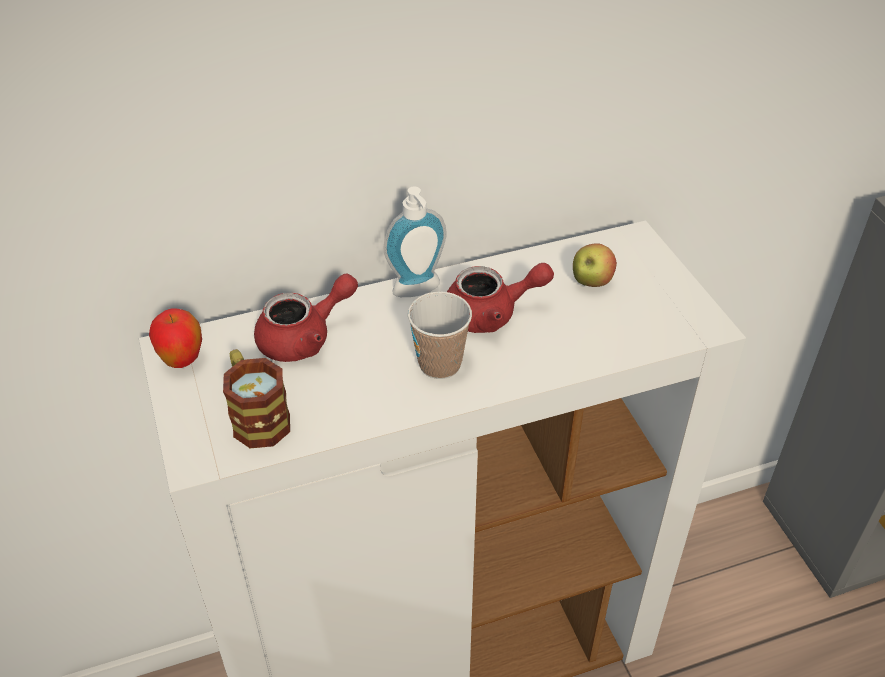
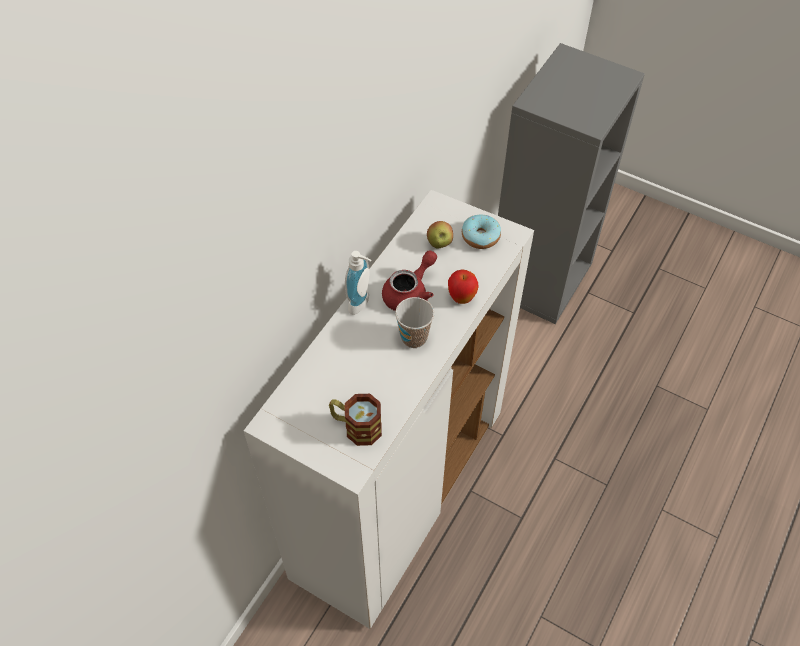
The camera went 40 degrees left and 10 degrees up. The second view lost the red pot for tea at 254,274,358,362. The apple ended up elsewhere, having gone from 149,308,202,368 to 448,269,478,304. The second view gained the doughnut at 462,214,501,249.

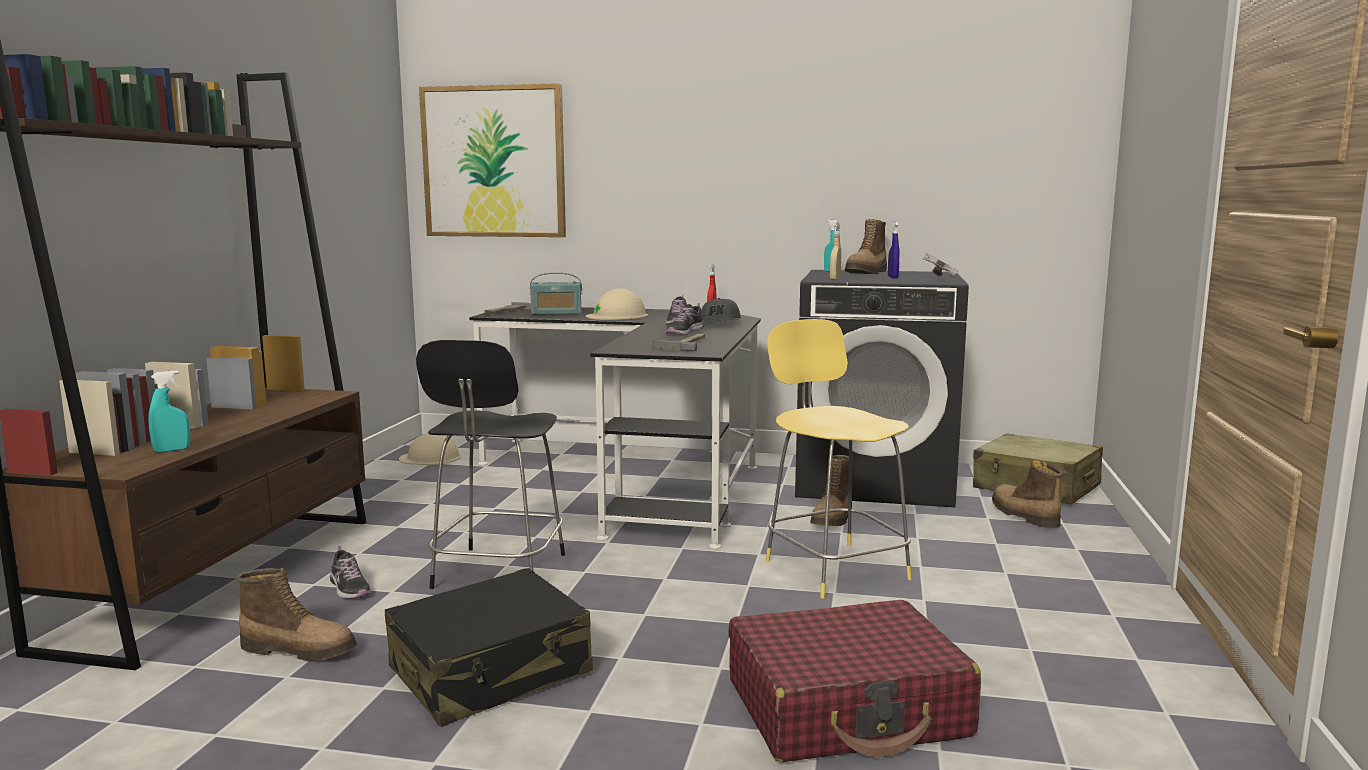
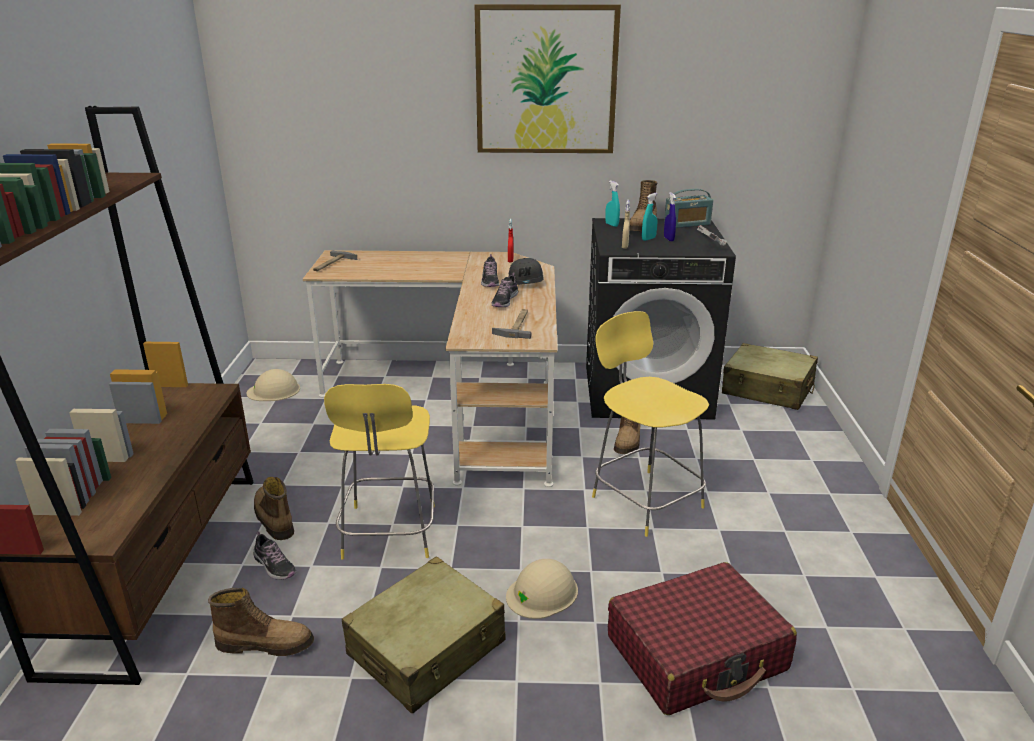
The camera went 10 degrees left and 15 degrees up. The picture ended up elsewhere, having gone from 419,83,566,237 to 475,4,621,153. The radio set ended up elsewhere, having gone from 530,273,582,315 to 664,189,713,228. The beige-coloured hard hat ended up elsewhere, having gone from 586,288,648,320 to 506,559,578,619. What was the black-coloured desk unit at 469,306,761,549 turned into the beige-coloured desk unit at 303,250,558,487. What was the black-coloured stool at 416,340,565,589 turned into the yellowish stool at 324,384,435,560. The turquoise-coloured spray bottle ended up elsewhere, having gone from 148,370,190,453 to 642,193,658,241. The tall boot ended up elsewhere, having gone from 992,460,1063,528 to 254,477,294,540. What was the black-coloured suitcase at 384,568,593,727 turned into the beige-coloured suitcase at 342,557,505,714.

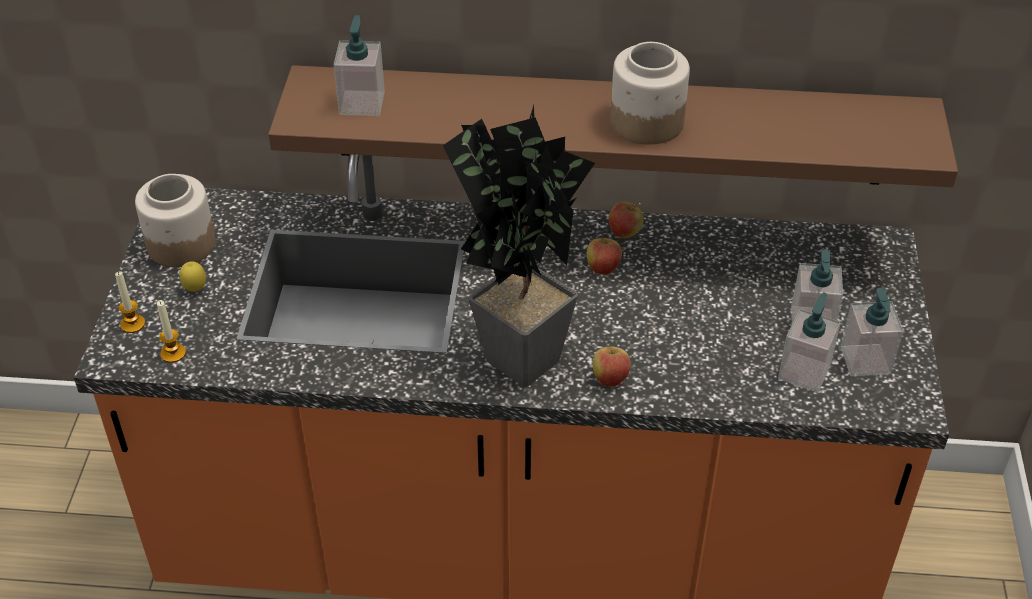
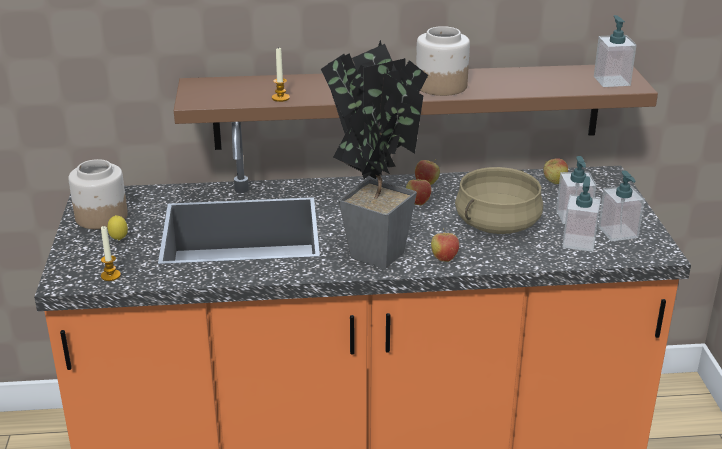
The camera went 10 degrees left and 15 degrees down. The soap bottle ended up elsewhere, having gone from 333,15,385,116 to 594,15,637,87. The wax candle ended up elsewhere, having gone from 115,271,145,333 to 272,46,290,102. The second view gained the apple at 543,158,568,184. The second view gained the beige-coloured stockpot at 455,167,543,234.

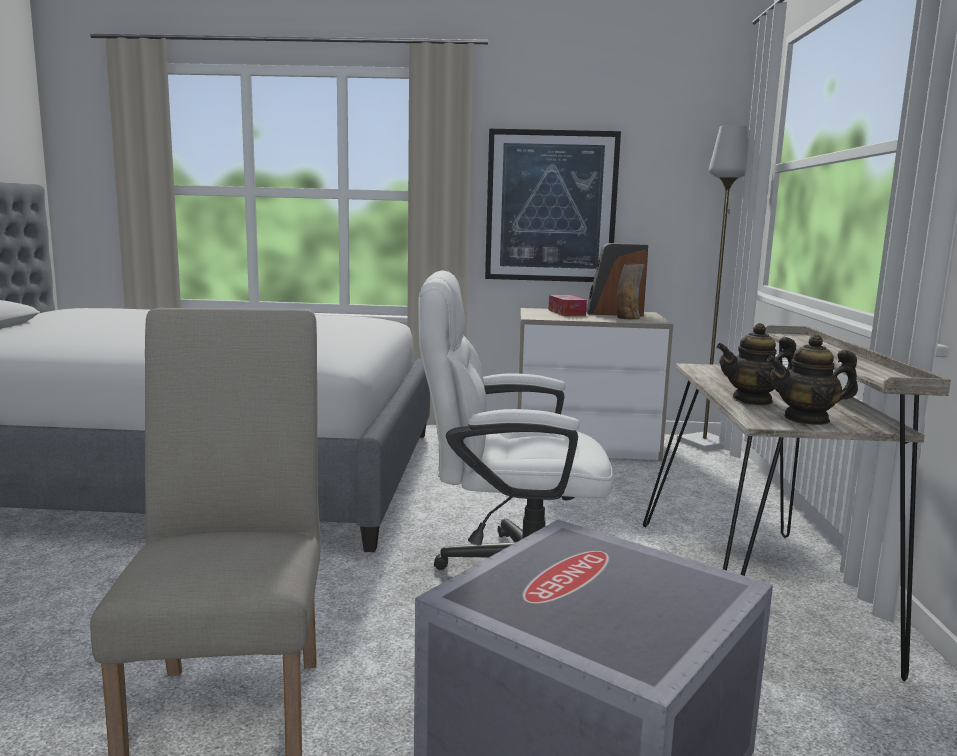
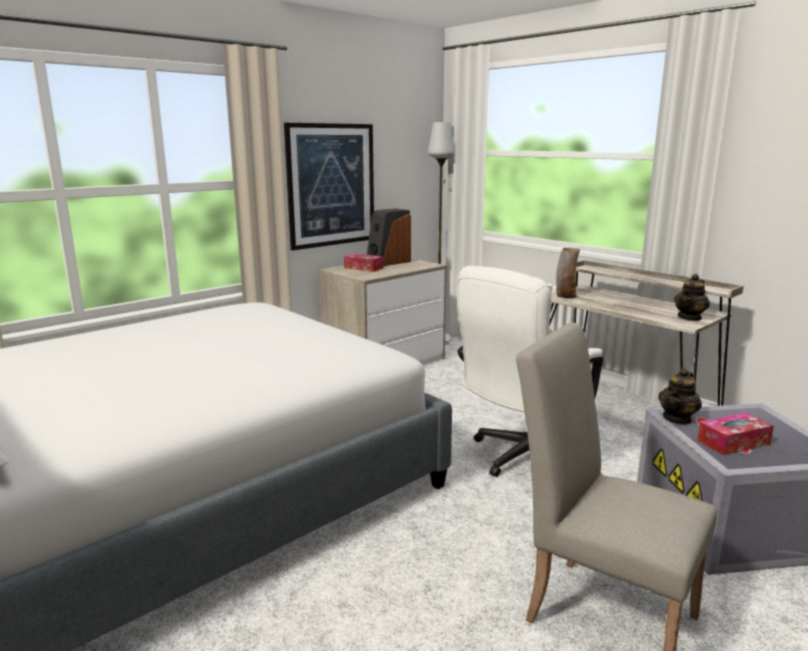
The camera went 45 degrees left and 5 degrees up. The decorative vase ended up elsewhere, having gone from 616,264,645,319 to 556,248,580,298. The pot for tea ended up elsewhere, having gone from 716,323,796,405 to 658,368,702,425. The second view gained the tissue box at 697,412,774,455.

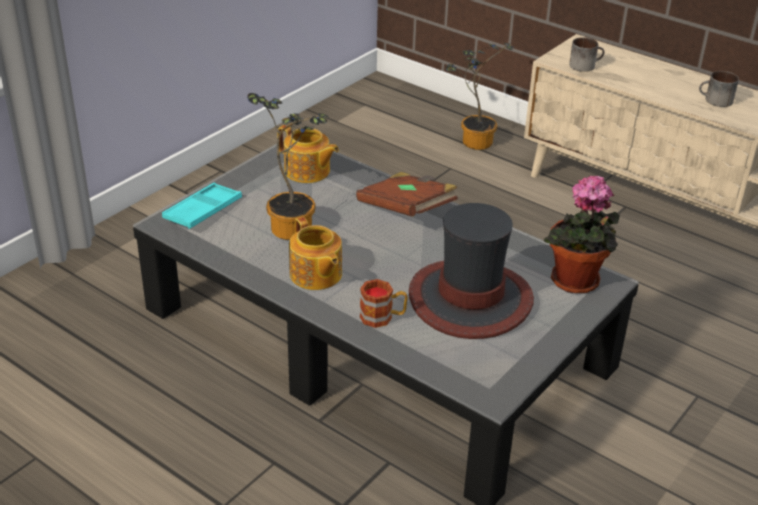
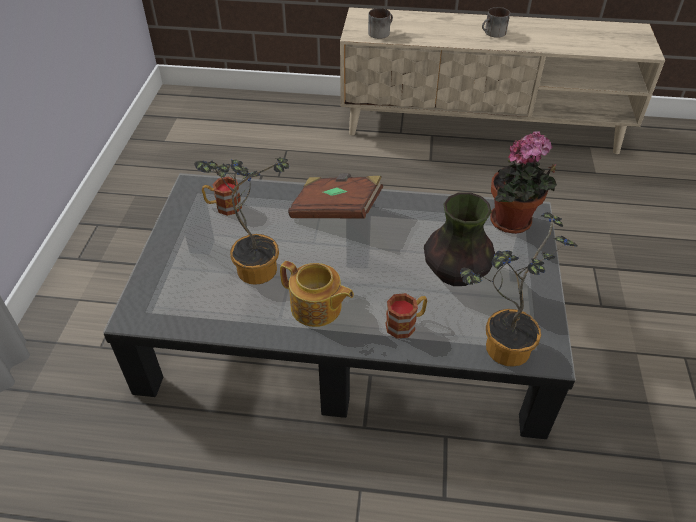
The camera went 30 degrees left and 10 degrees up. The plant in a pot ended up elsewhere, having gone from 446,43,514,150 to 460,212,578,367. Where the pot for tea stood at 277,125,339,183, the coffee mug came to stand at 202,177,242,216. The second view lost the turquoise-coloured serving tray at 162,183,242,229. Where the wearable hat stood at 409,203,534,339, the decorative vase came to stand at 424,192,495,286.

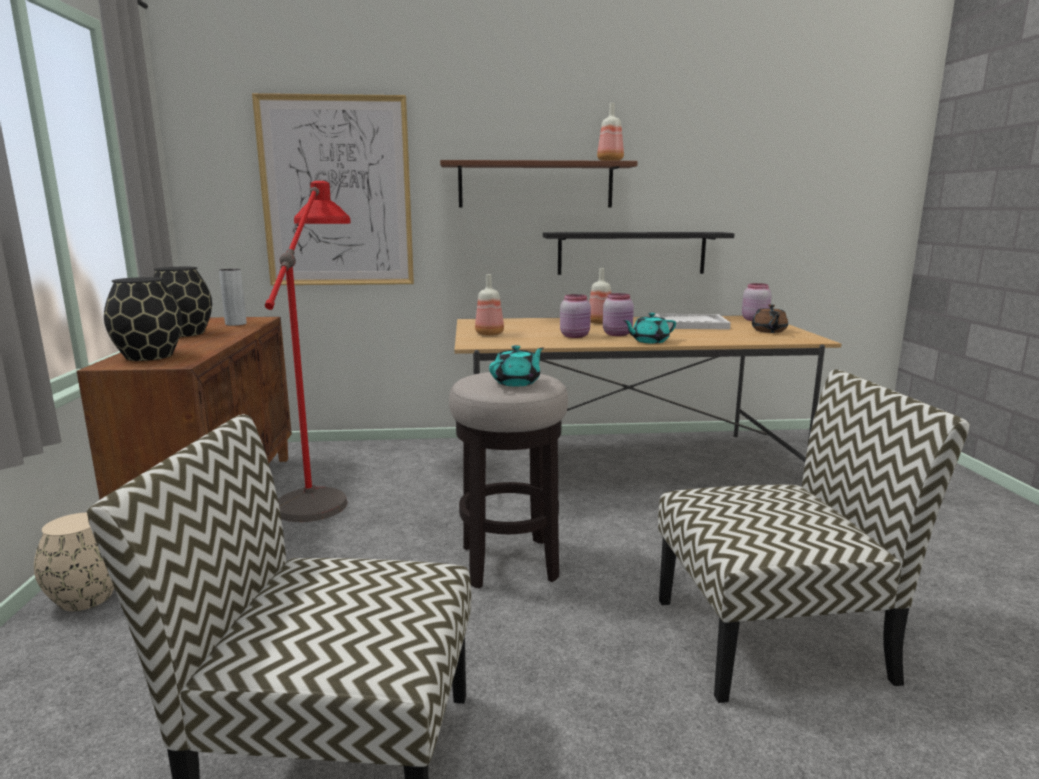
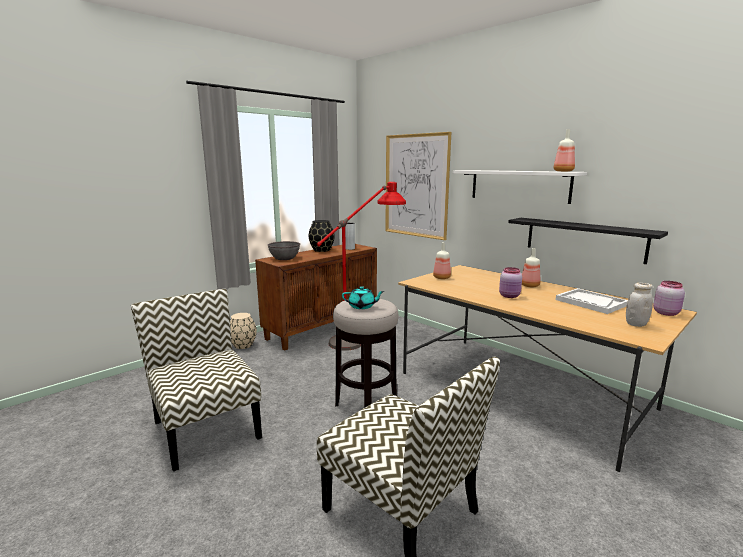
The camera went 50 degrees right and 0 degrees up. What was the brown-coloured shelf at 440,160,638,207 turned into the white-coloured shelf at 453,170,587,204. Where the black-coloured decorative vase stood at 104,277,182,361, the grey deep dish came to stand at 268,241,300,260. The second view lost the pink-coloured jar at 560,294,591,338. Where the brown-coloured pot for tea stood at 752,304,788,333, the white-coloured jar came to stand at 626,283,653,327. The second view lost the turquoise-coloured pot for tea at 623,313,676,344.

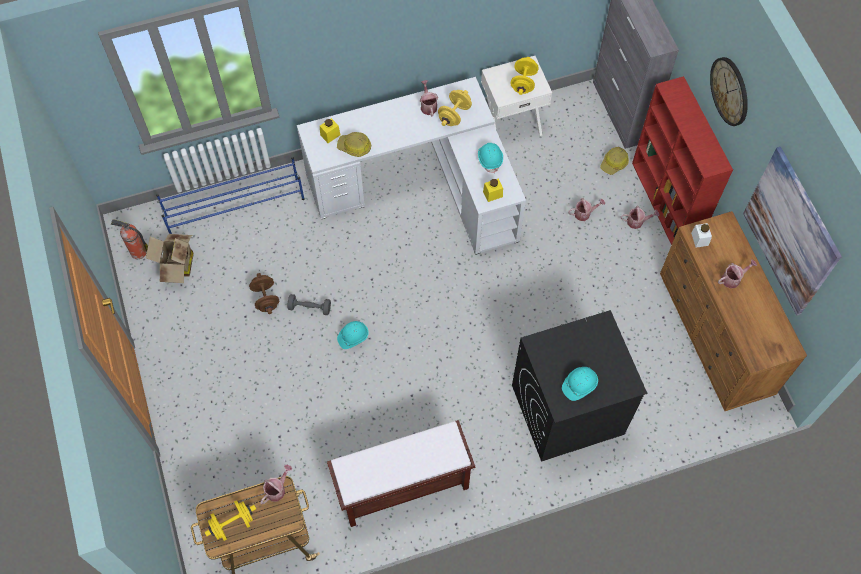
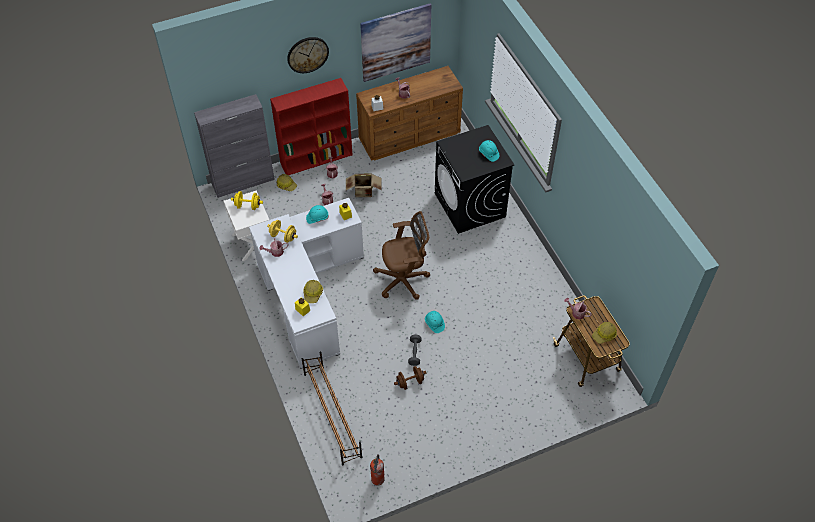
The camera went 95 degrees left and 10 degrees down. What was the blue-coloured shoe rack at 156,157,305,234 turned into the brown-coloured shoe rack at 302,352,362,465. The packing box ended up elsewhere, having gone from 146,234,194,283 to 346,174,382,197. The second view lost the brown-coloured long seat at 327,420,475,527. Where the yellowish dumbbell stood at 205,500,256,541, the hard hat came to stand at 592,322,617,344. The second view gained the brown-coloured computer chair at 373,211,430,300.

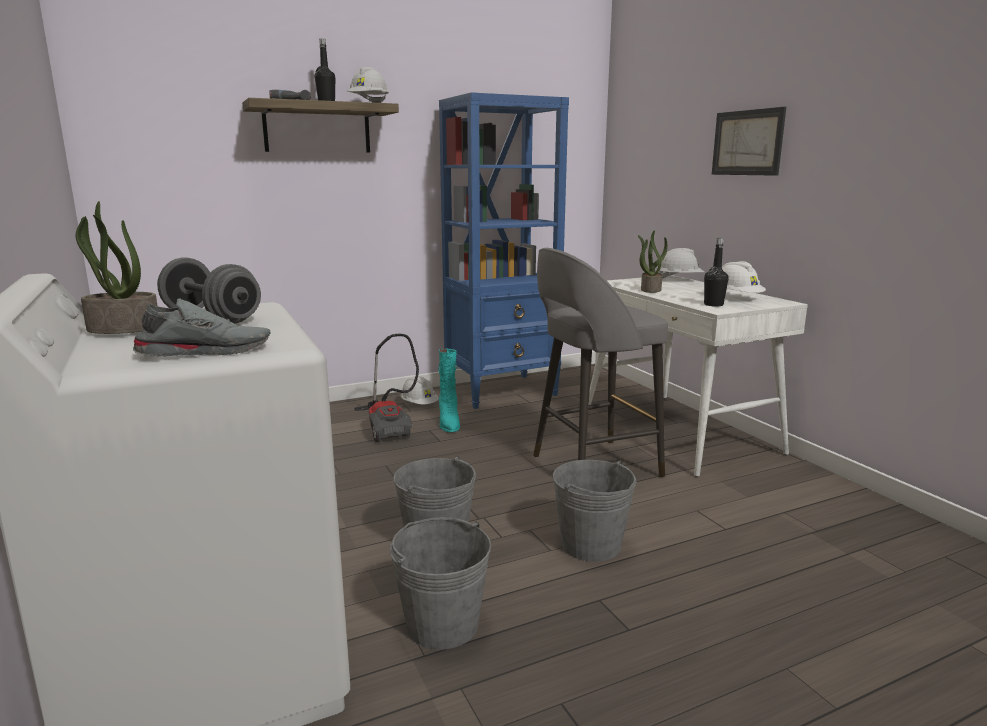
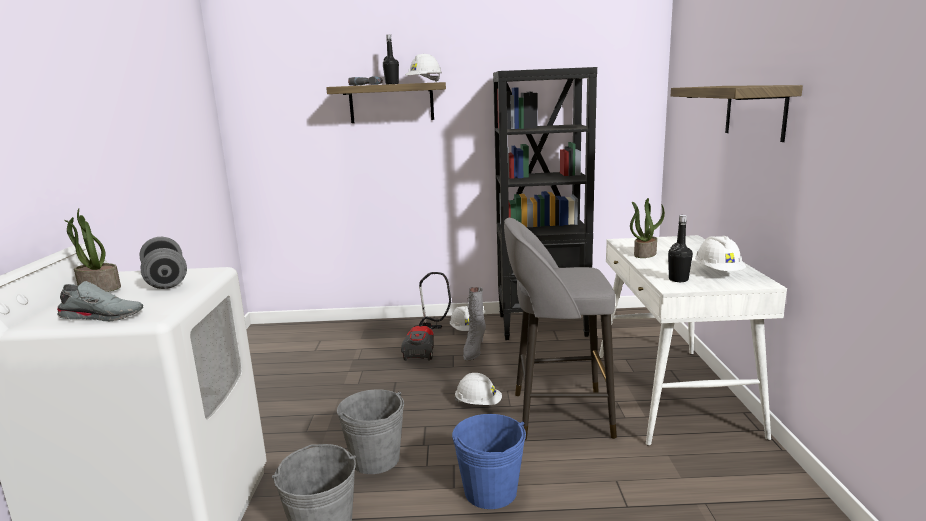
The camera went 25 degrees right and 0 degrees up. What was the blue-coloured shelving unit at 439,92,569,409 turned into the black-coloured shelving unit at 493,67,597,340. Where the picture hung at 712,107,786,176, the shelf came to hang at 671,85,803,142. The white-coloured hard hat ended up elsewhere, having gone from 659,248,704,278 to 454,373,502,405. What was the turquoise-coloured tall boot at 438,349,460,433 turned into the grey tall boot at 463,287,486,360. What was the grey pail at 553,460,636,562 turned into the blue-coloured pail at 452,414,526,509.

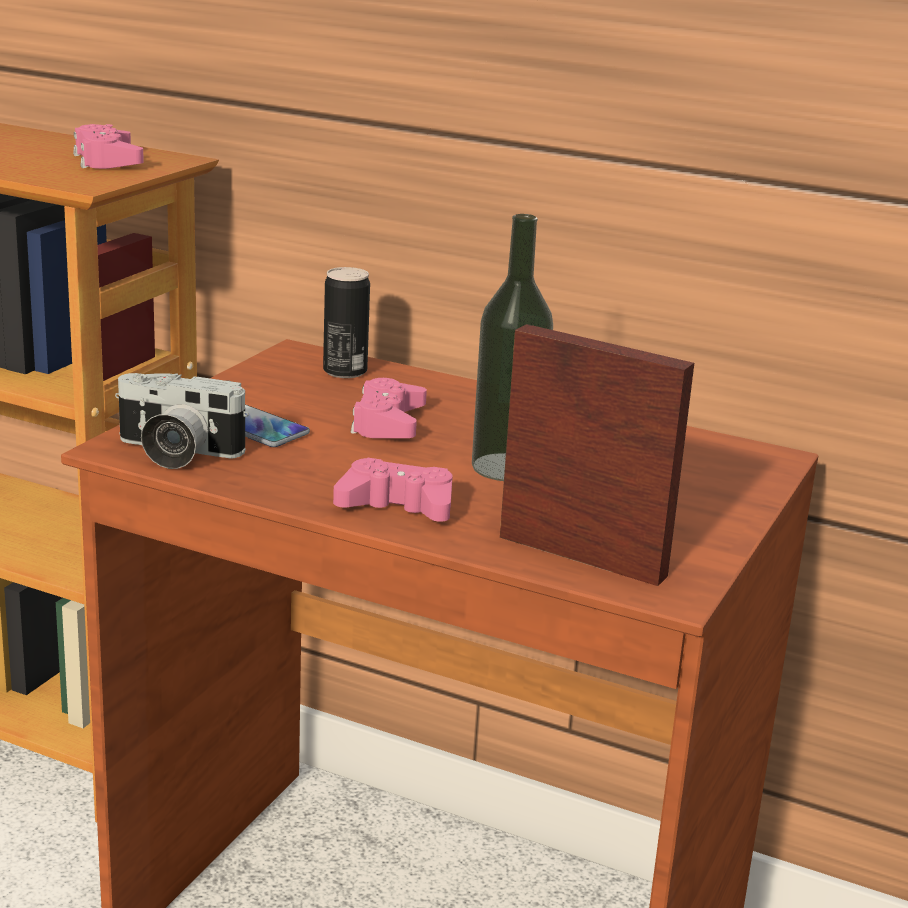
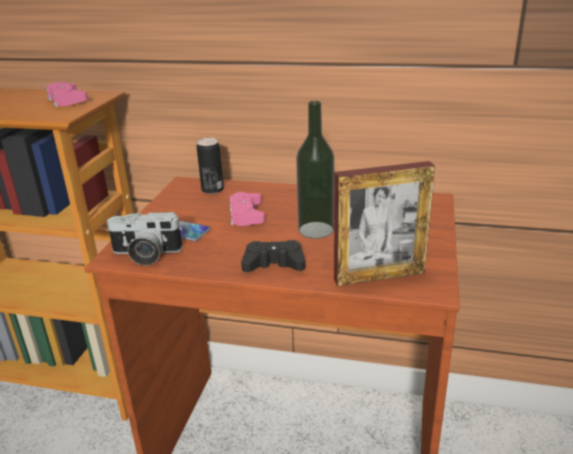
The camera went 10 degrees left and 5 degrees up. The photo frame at 500,324,694,586 ended up facing another way, 150 degrees clockwise from before. What was the pink-coloured gamepad at 333,458,453,522 turned into the black-coloured gamepad at 241,240,305,272.

